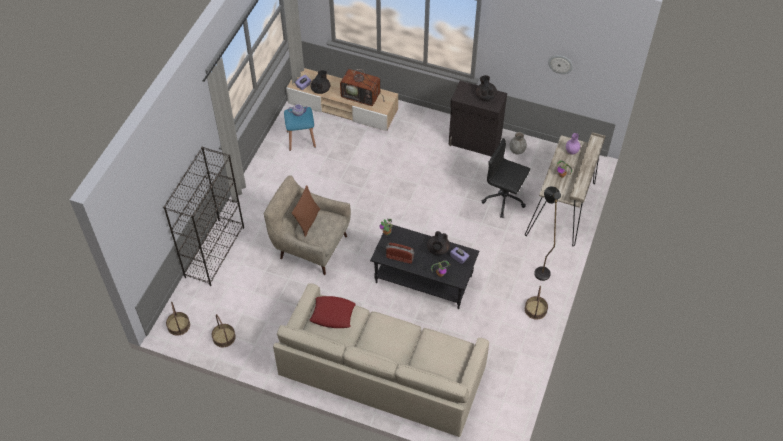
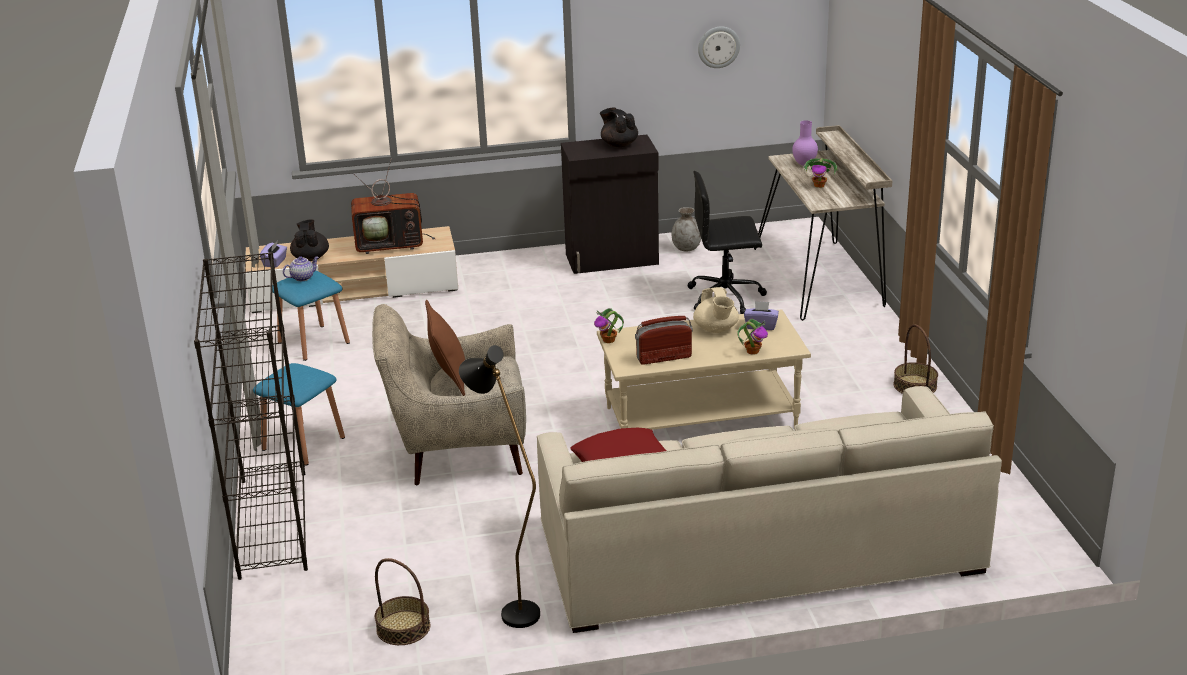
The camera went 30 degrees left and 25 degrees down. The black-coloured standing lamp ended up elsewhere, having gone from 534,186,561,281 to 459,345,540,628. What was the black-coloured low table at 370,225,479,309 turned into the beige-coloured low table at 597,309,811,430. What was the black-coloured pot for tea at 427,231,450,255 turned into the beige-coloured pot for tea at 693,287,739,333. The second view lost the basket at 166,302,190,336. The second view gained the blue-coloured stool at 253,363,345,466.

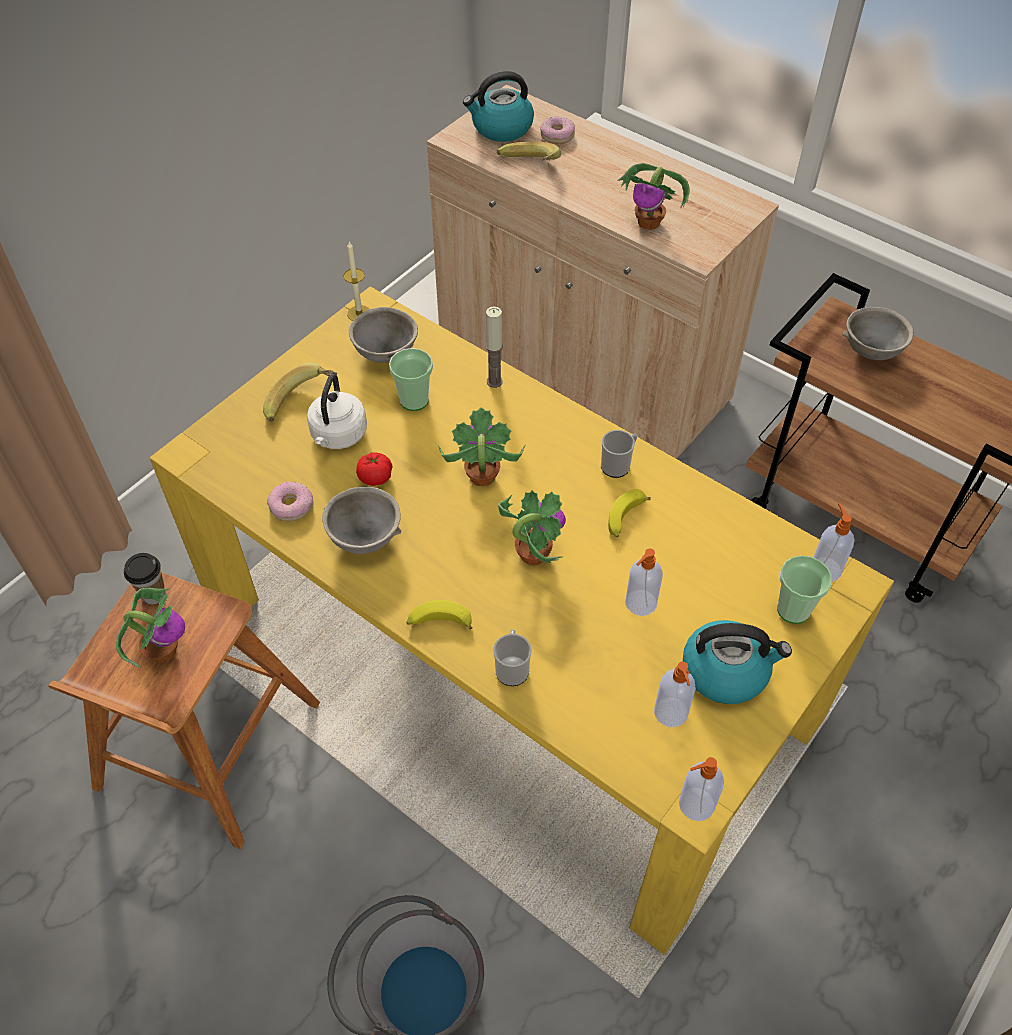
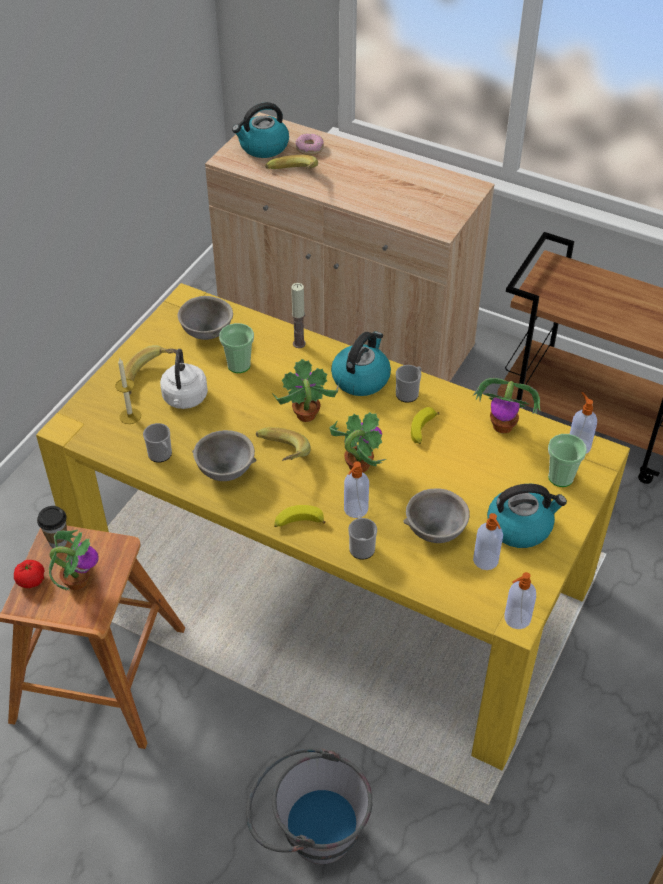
The camera went 10 degrees left and 5 degrees down. The plant in a pot ended up elsewhere, having gone from 617,163,690,230 to 473,378,540,433. The wax candle ended up elsewhere, having gone from 343,242,369,321 to 115,358,141,424. The grey deep dish ended up elsewhere, having gone from 842,307,914,360 to 403,488,470,543. The whole tomato ended up elsewhere, having gone from 356,452,393,486 to 14,560,44,588. Where the doughnut stood at 267,482,313,521, the coffee mug came to stand at 143,423,172,463. The soap bottle ended up elsewhere, having gone from 625,548,663,616 to 344,462,369,518. The second view gained the tea kettle at 331,331,391,396. The second view gained the whole banana at 256,427,311,461.

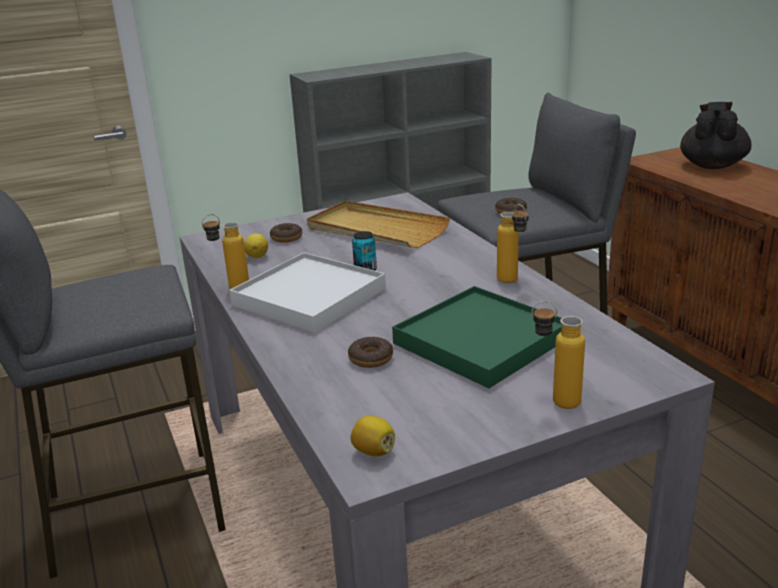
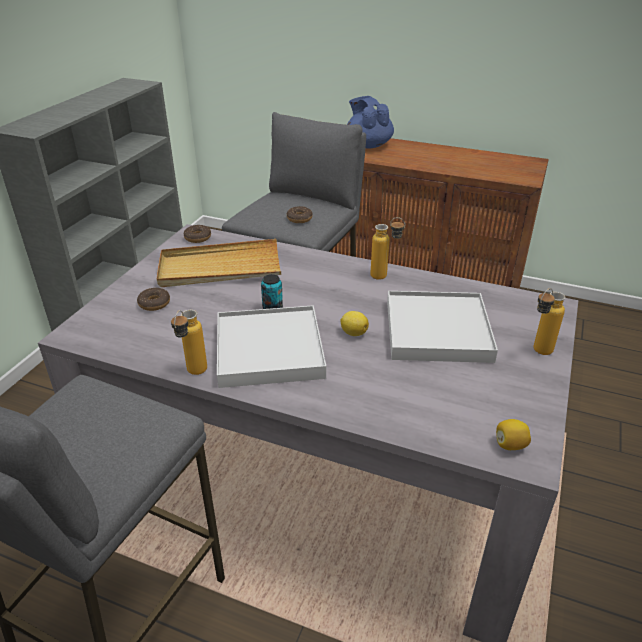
The camera went 45 degrees left and 10 degrees up. What was the black-coloured pot for tea at 680,102,752,169 turned into the blue-coloured pot for tea at 347,96,394,149. The lemon ended up elsewhere, having gone from 244,233,268,258 to 340,311,369,336. What was the green-coloured serving tray at 392,286,562,388 turned into the white-coloured serving tray at 387,291,498,363. The doughnut ended up elsewhere, having gone from 348,337,393,368 to 184,225,211,243.

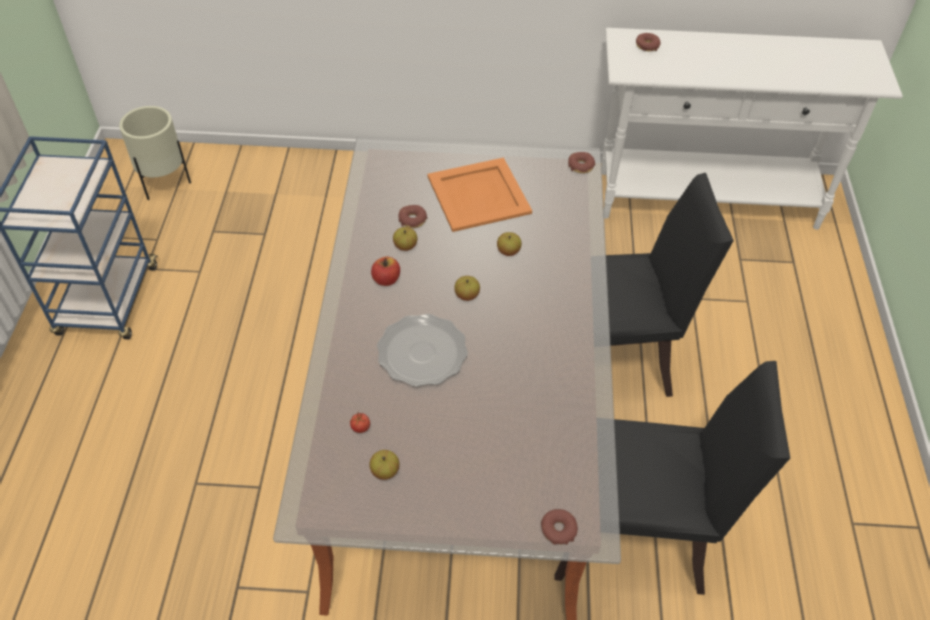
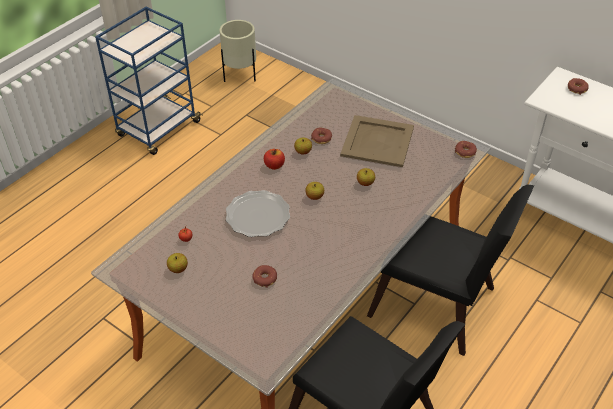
The camera went 35 degrees right and 5 degrees down. What was the orangey serving tray at 428,157,532,232 turned into the beige-coloured serving tray at 340,115,414,167. The doughnut ended up elsewhere, having gone from 541,509,578,545 to 252,265,277,288.

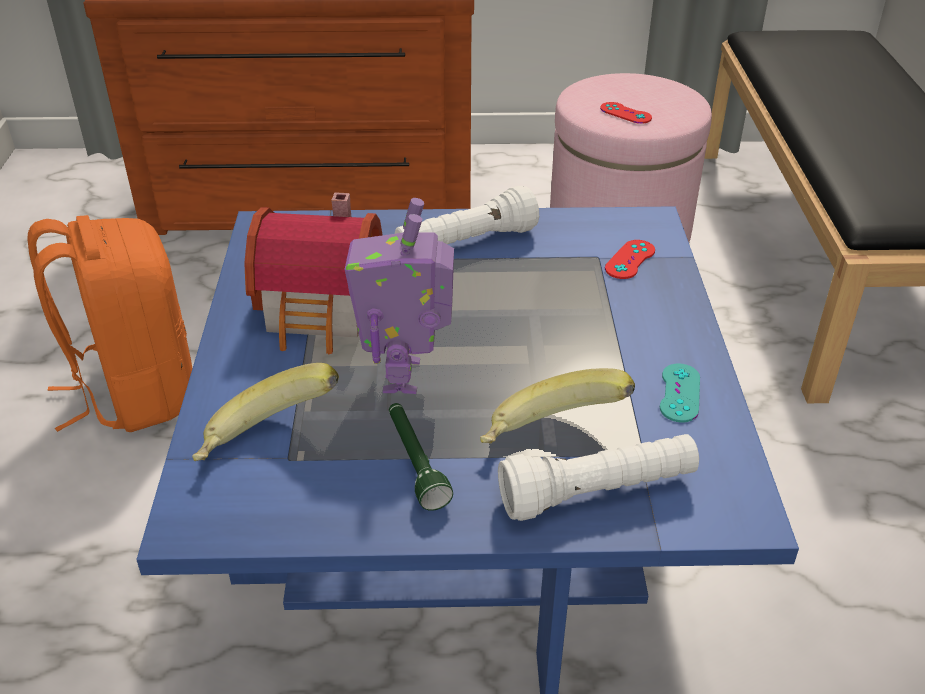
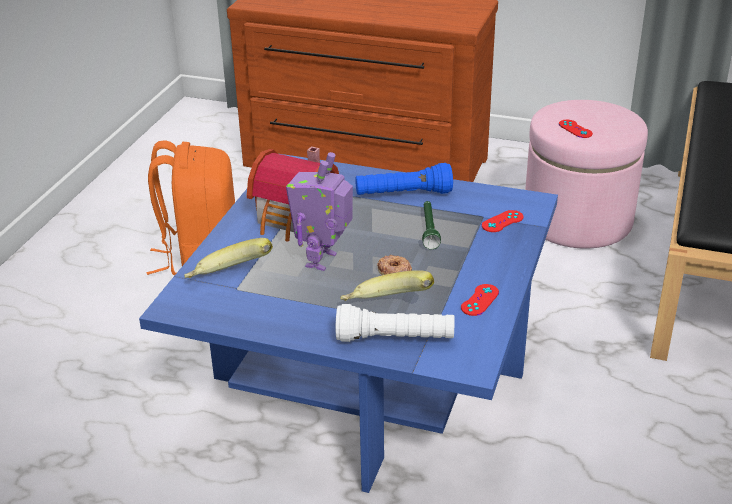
The camera went 20 degrees right and 5 degrees down. What was the white-coloured flashlight at 395,186,539,244 turned into the blue-coloured flashlight at 355,163,453,195. What was the turquoise-coloured gamepad at 660,363,700,423 turned into the red gamepad at 461,284,499,316. The green-coloured flashlight ended up elsewhere, having gone from 389,403,453,511 to 422,201,441,249. The second view gained the doughnut at 377,255,412,275.

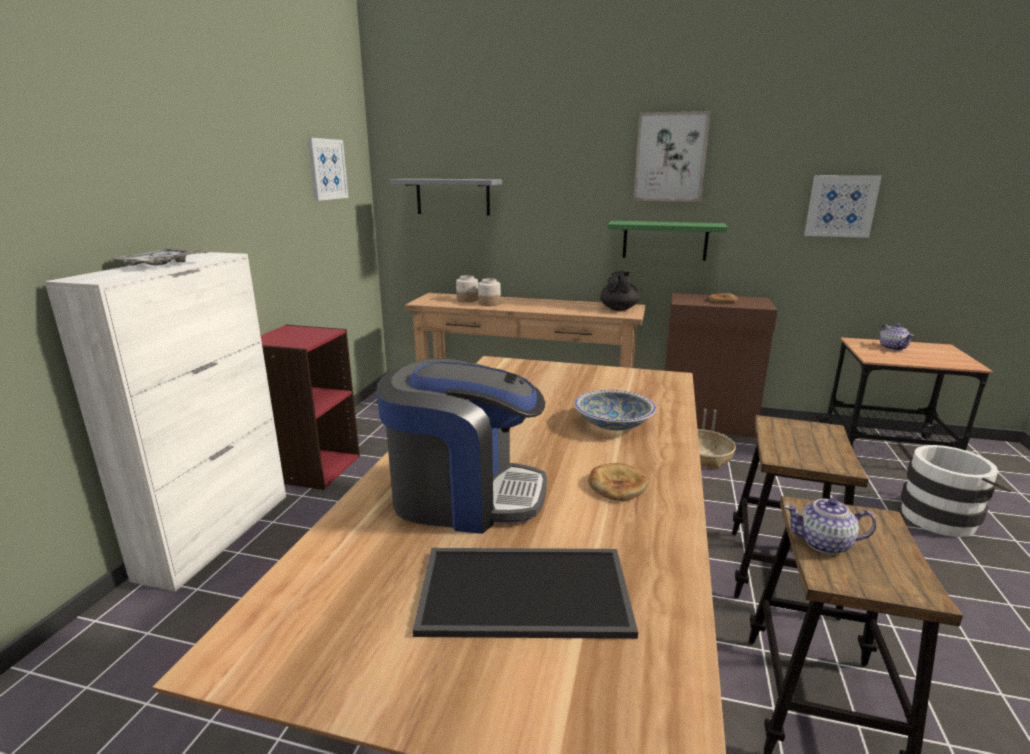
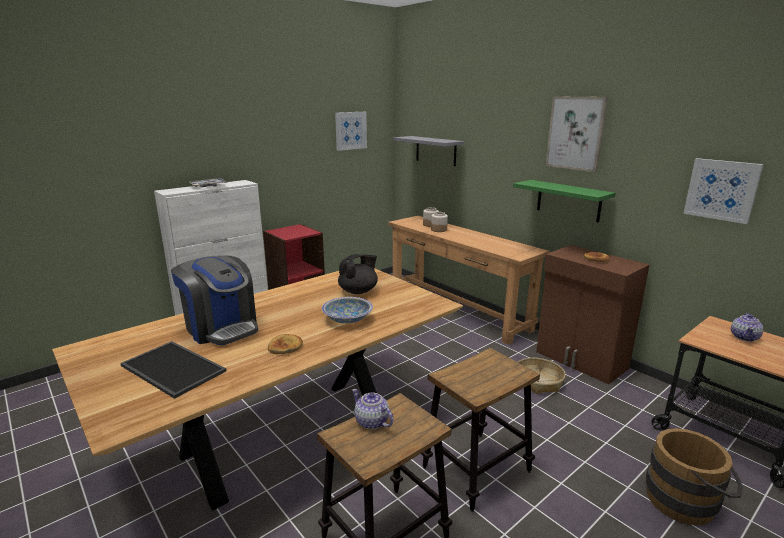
The camera went 35 degrees right and 0 degrees up. The black-coloured pot for tea ended up elsewhere, having gone from 600,271,640,311 to 338,254,378,294. What was the white-coloured pail at 901,445,1011,537 turned into the brown-coloured pail at 646,428,743,526.

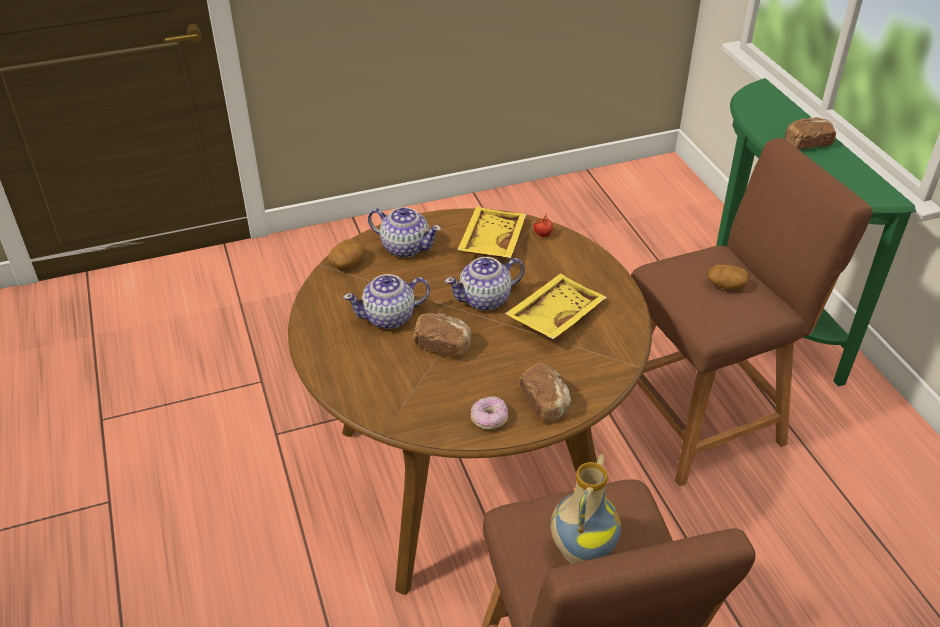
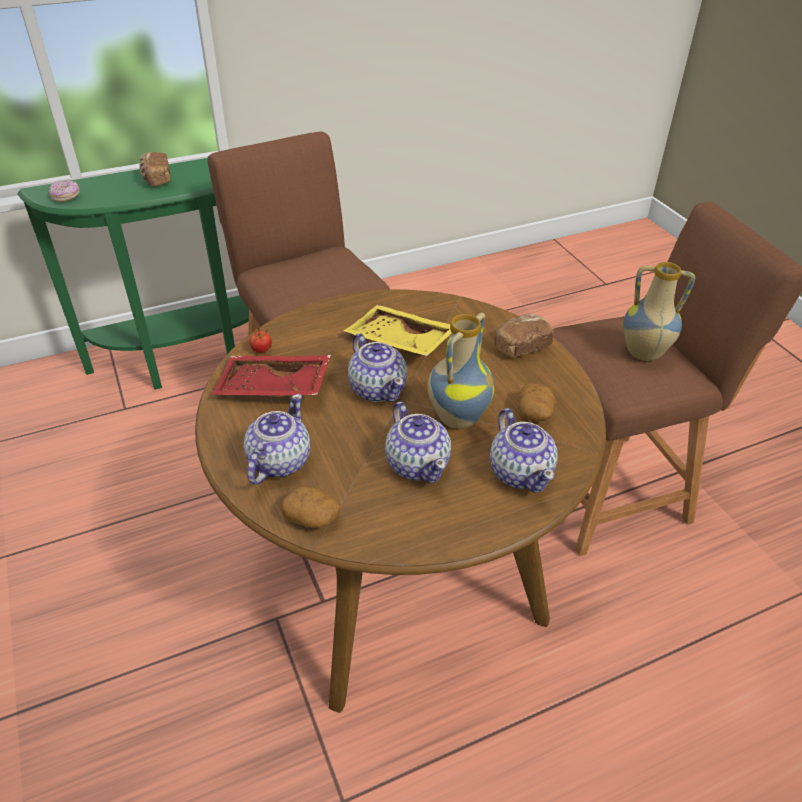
The camera went 95 degrees left and 0 degrees up. What was the yellowish serving tray at 457,207,526,258 turned into the red serving tray at 211,355,331,397. The spud ended up elsewhere, having gone from 708,265,749,290 to 519,384,556,421. Where the baked bread stood at 413,313,472,358, the decorative vase came to stand at 428,312,495,429. The doughnut ended up elsewhere, having gone from 471,396,508,429 to 49,181,80,202. The second view gained the pot for tea at 490,408,558,493.

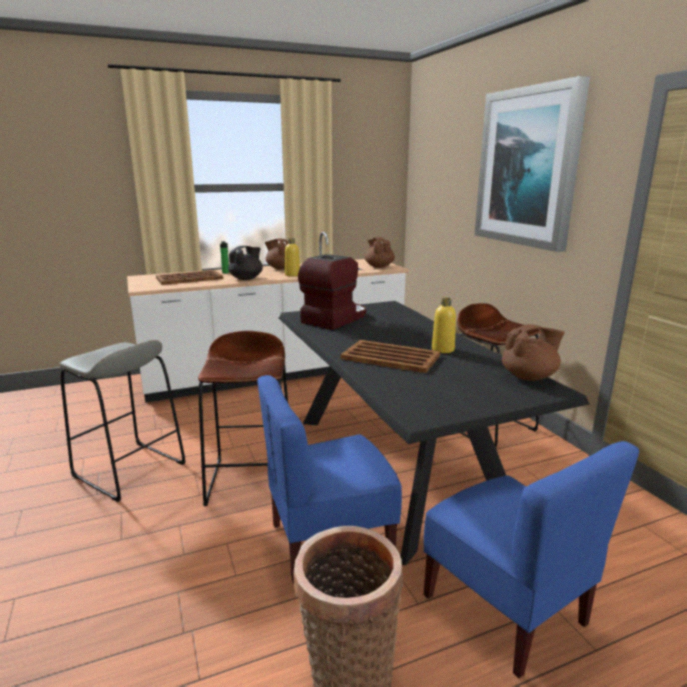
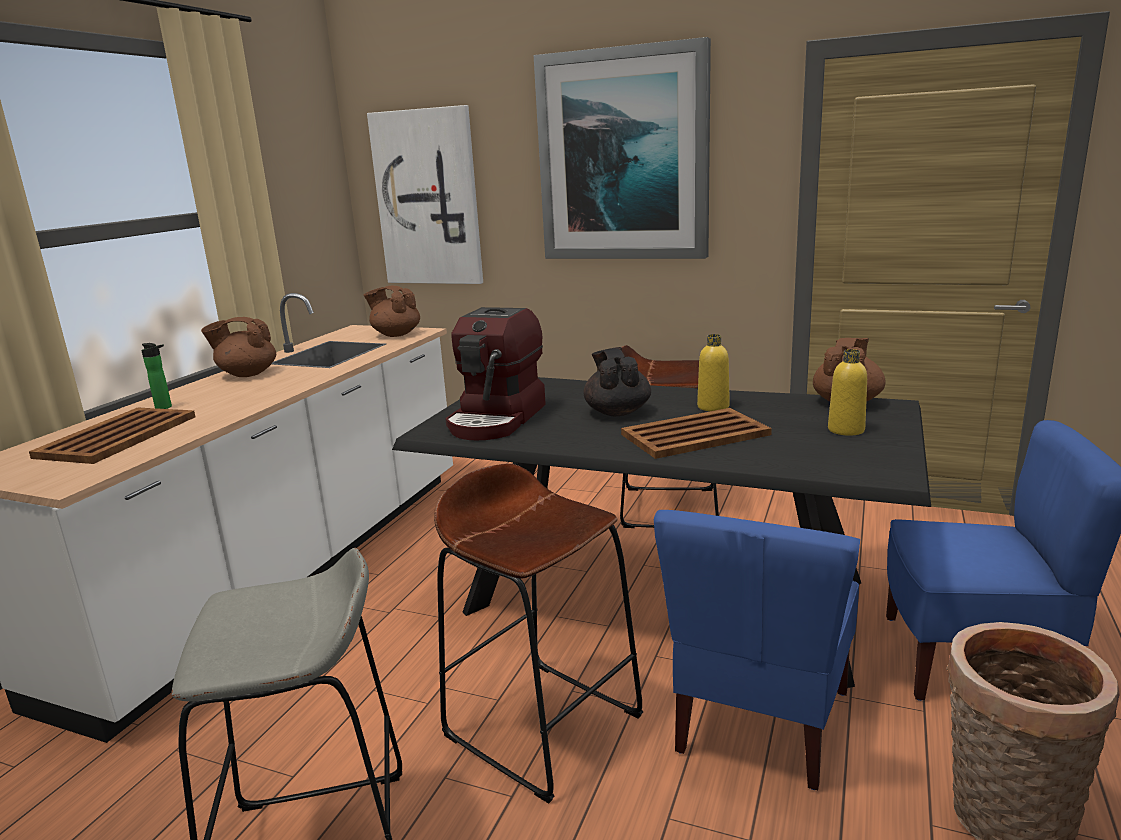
The camera went 45 degrees left and 0 degrees up. The yellowish beverage bottle ended up elsewhere, having gone from 285,238,300,276 to 828,349,867,436. The black-coloured pot for tea ended up elsewhere, having gone from 228,246,263,280 to 583,347,651,417. The coffee maker at 298,254,366,330 ended up facing another way, 150 degrees counterclockwise from before. The second view gained the picture at 367,105,483,284.

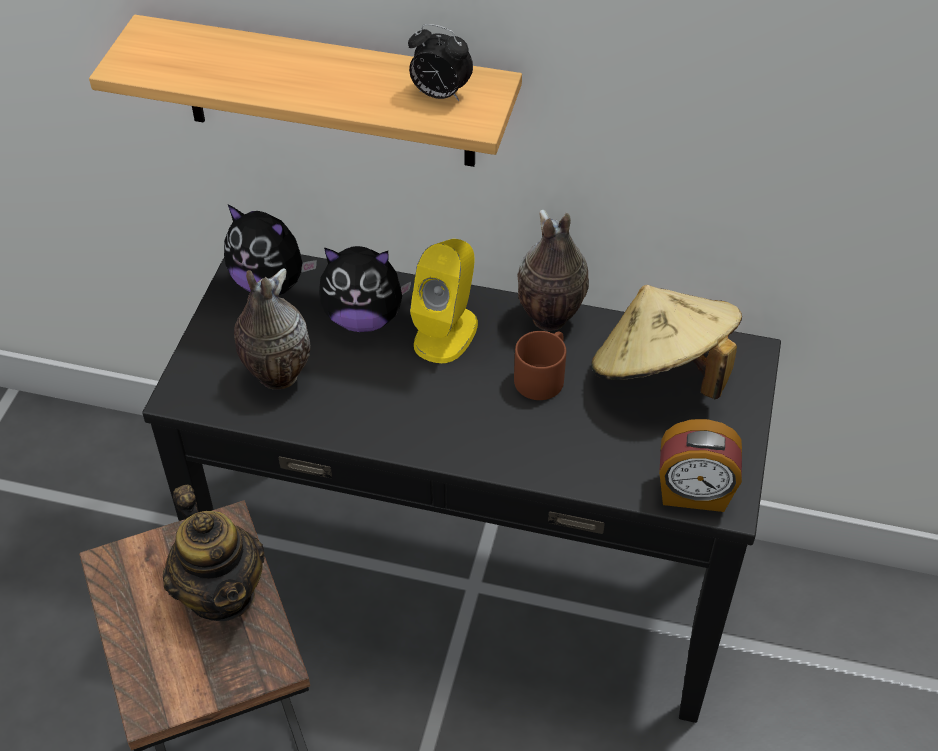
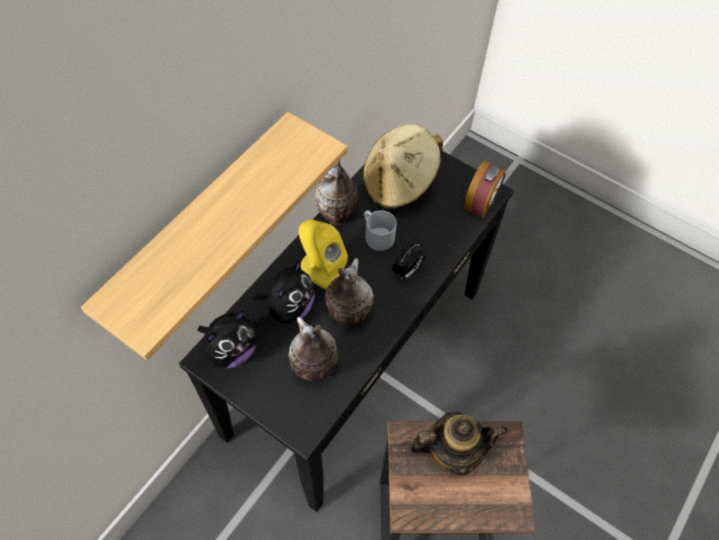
The camera went 70 degrees left and 10 degrees up. The bedside clock ended up elsewhere, having gone from 408,24,473,101 to 392,242,424,279. What was the brown-coloured coffee mug at 514,331,566,400 turned into the grey coffee mug at 364,210,397,251. The second view gained the decorative vase at 325,258,374,325.

